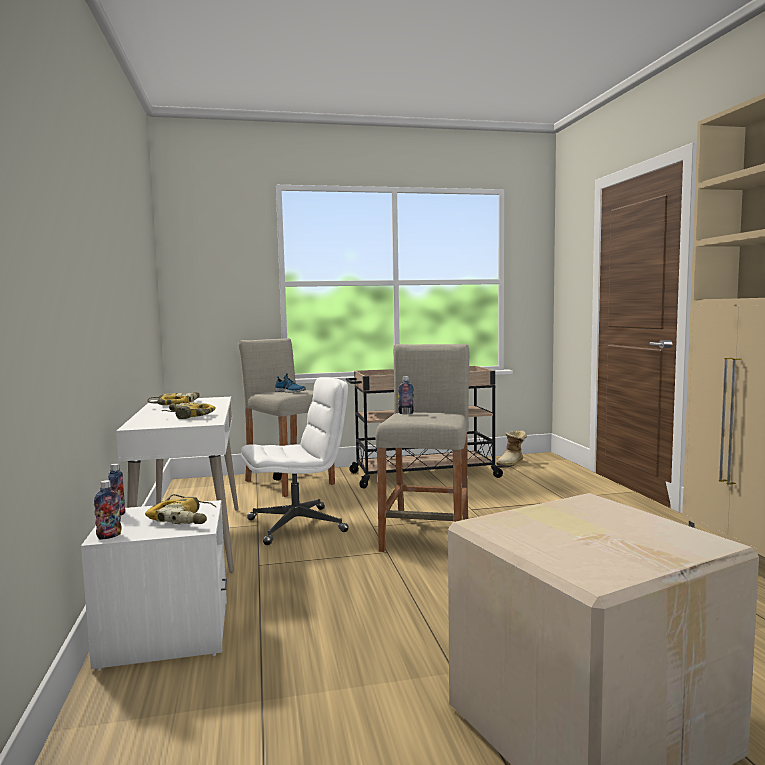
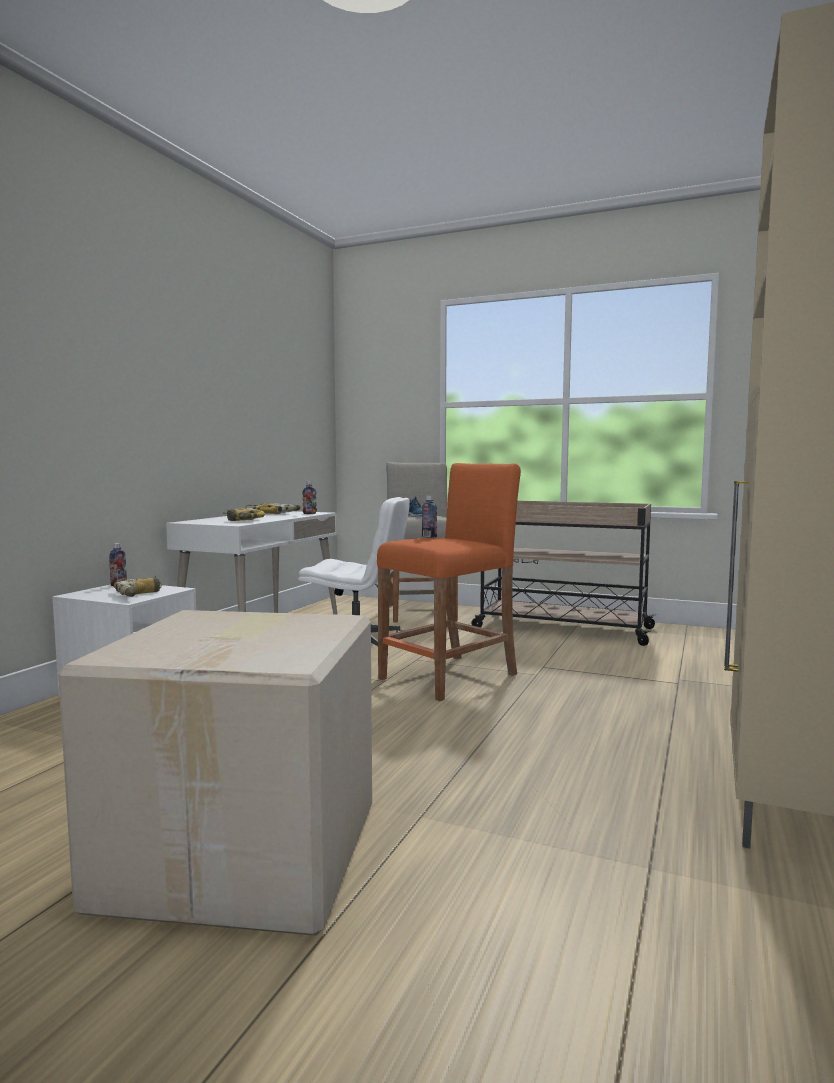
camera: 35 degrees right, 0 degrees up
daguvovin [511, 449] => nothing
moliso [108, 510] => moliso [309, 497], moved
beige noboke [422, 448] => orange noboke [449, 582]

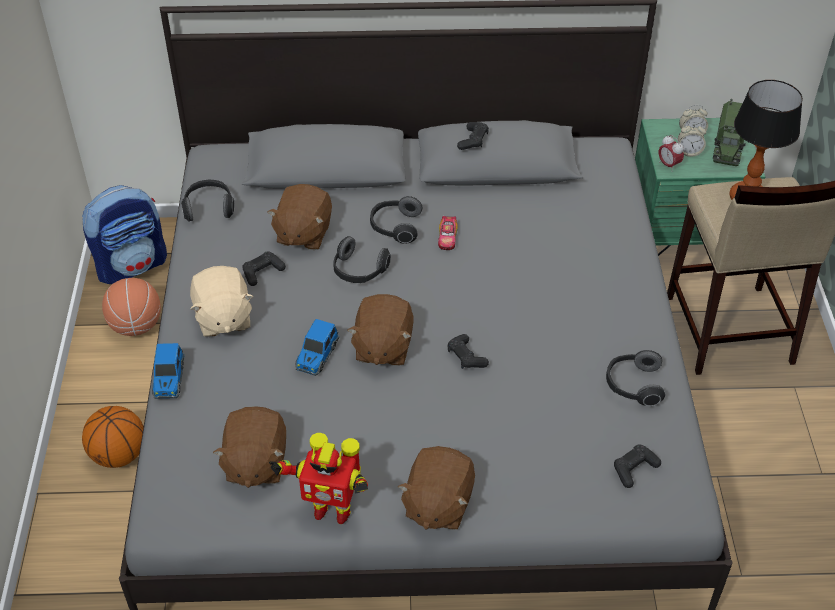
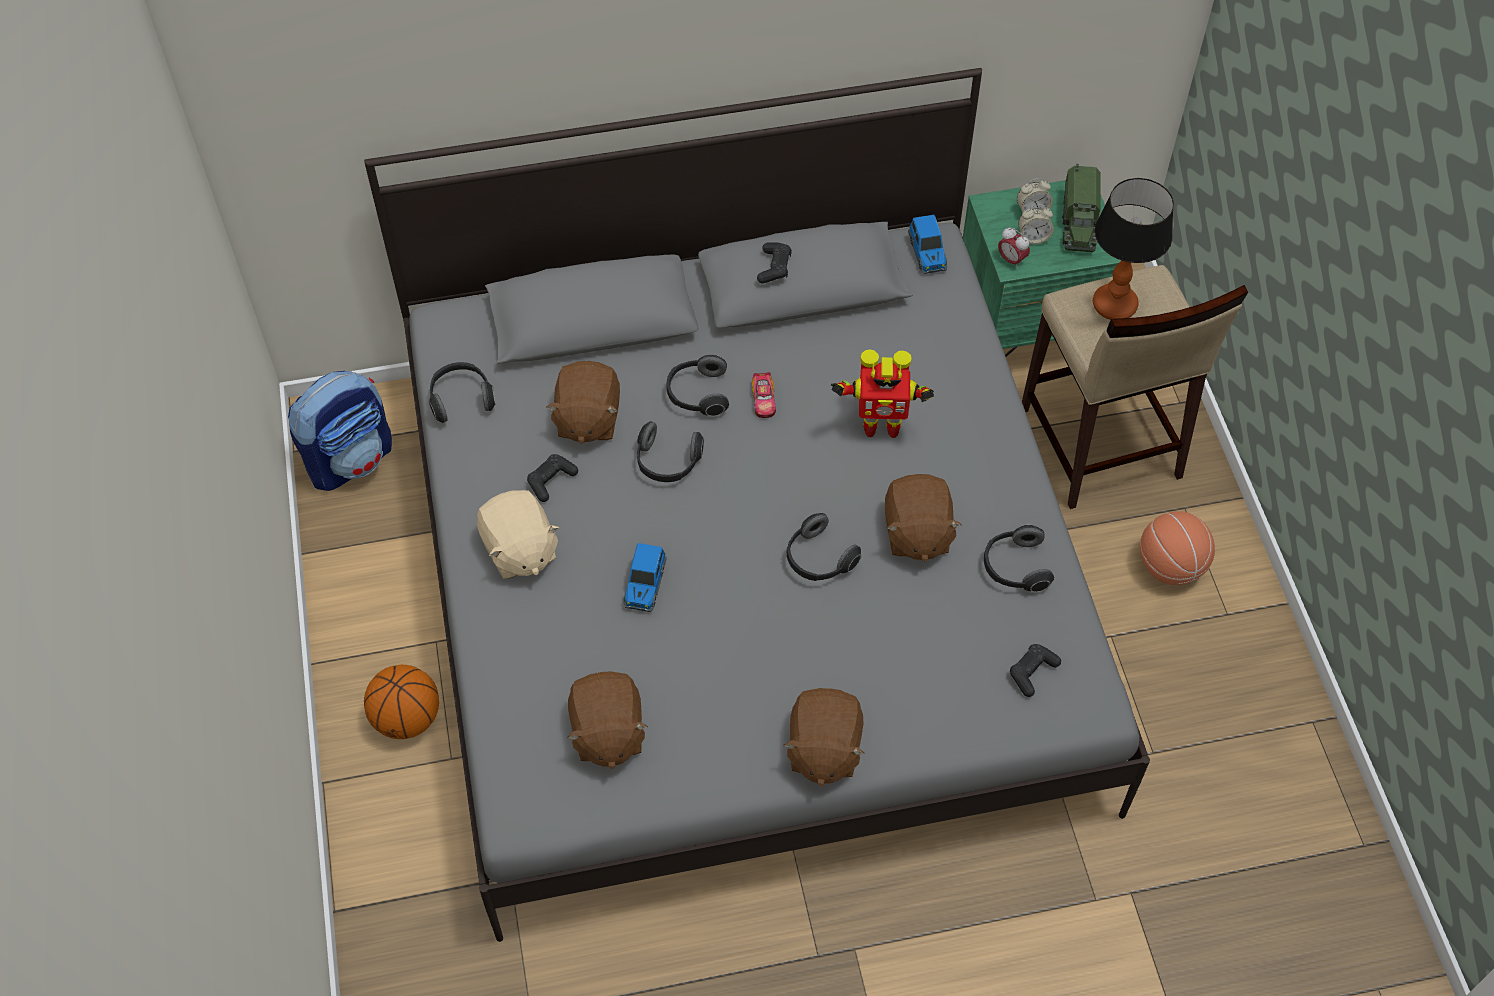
camera: 10 degrees left, 10 degrees up
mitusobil [131, 307] => mitusobil [1177, 548], moved
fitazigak [168, 371] => fitazigak [927, 244], moved
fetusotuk [318, 478] => fetusotuk [882, 394], moved
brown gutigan [380, 330] => brown gutigan [923, 518], moved
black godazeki [468, 351] => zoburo [824, 547]

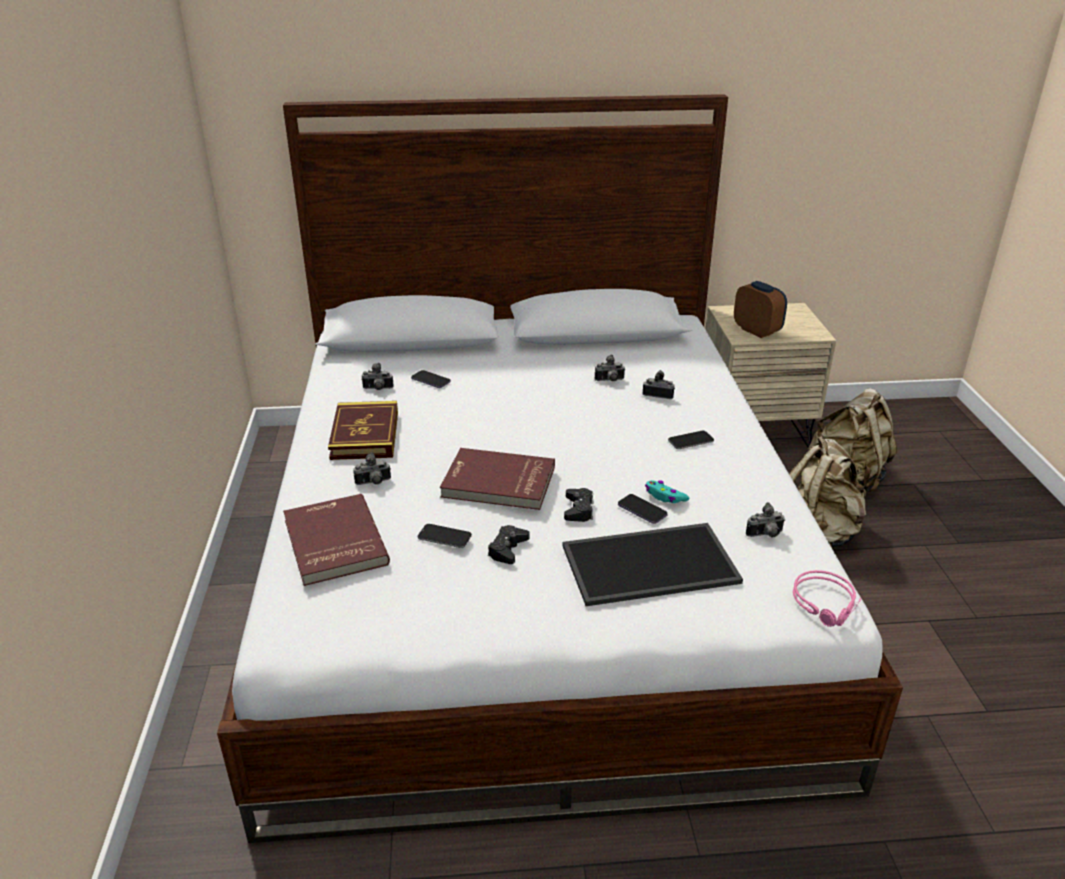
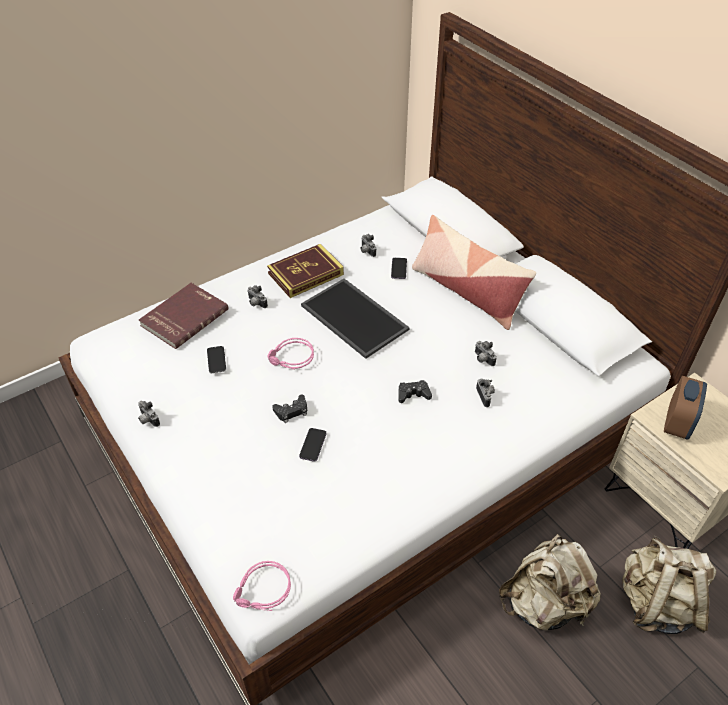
camera: 60 degrees right, 15 degrees up
turquoise godazeki [667, 491] => nothing
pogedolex [691, 440] => nothing
nothing => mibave [474, 272]
black godazeki [509, 544] => black godazeki [415, 391], moved
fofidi [652, 564] => fofidi [355, 318], moved
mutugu [765, 519] => mutugu [149, 414], moved
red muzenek [497, 479] => pink zoburo [291, 354]

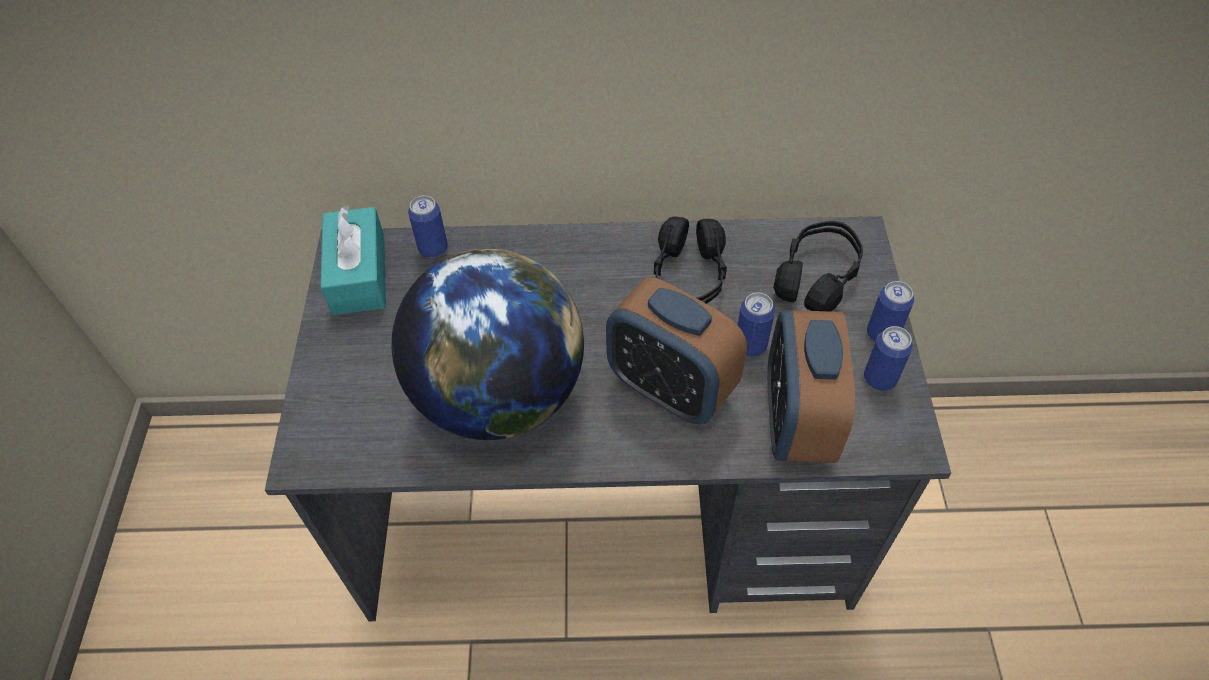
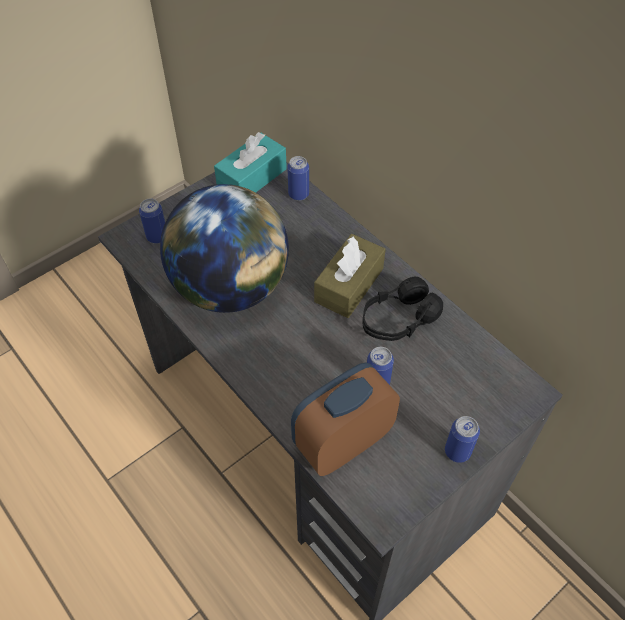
camera: 50 degrees right, 0 degrees up
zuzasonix [676, 351] => nothing
black zoburo [818, 266] => nothing
nothing => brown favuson [350, 276]
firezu [888, 358] => firezu [152, 221], moved

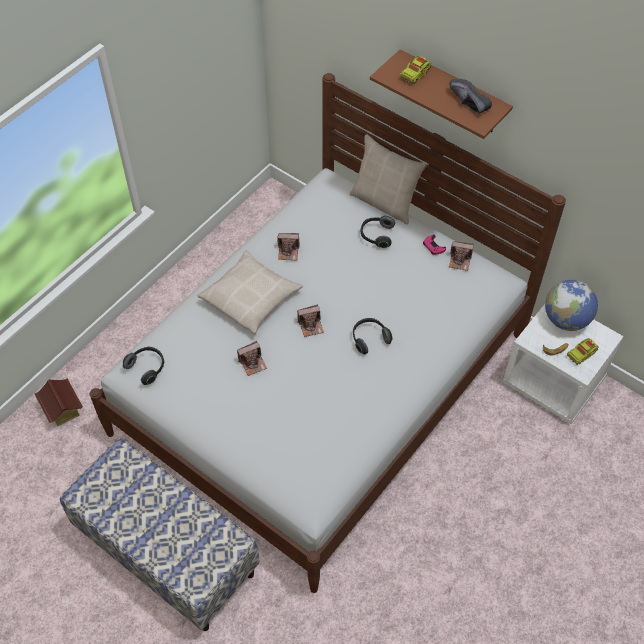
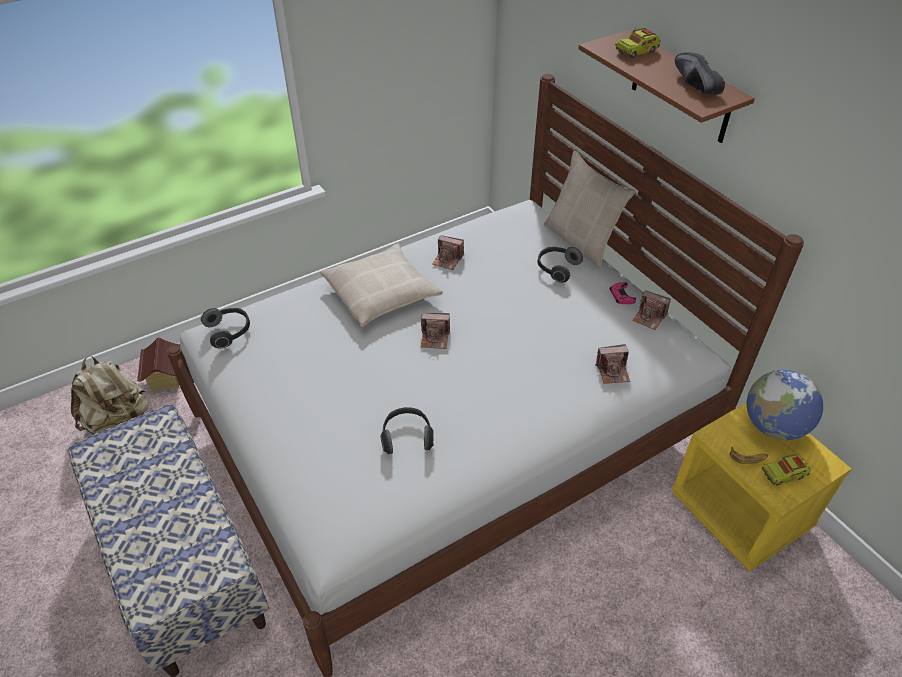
camera: 20 degrees right, 10 degrees down
nothing => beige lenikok [109, 395]
mutugu [252, 358] => mutugu [612, 364], moved
zoburo [373, 336] => zoburo [407, 430], moved
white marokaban [563, 364] => yellow marokaban [761, 487]

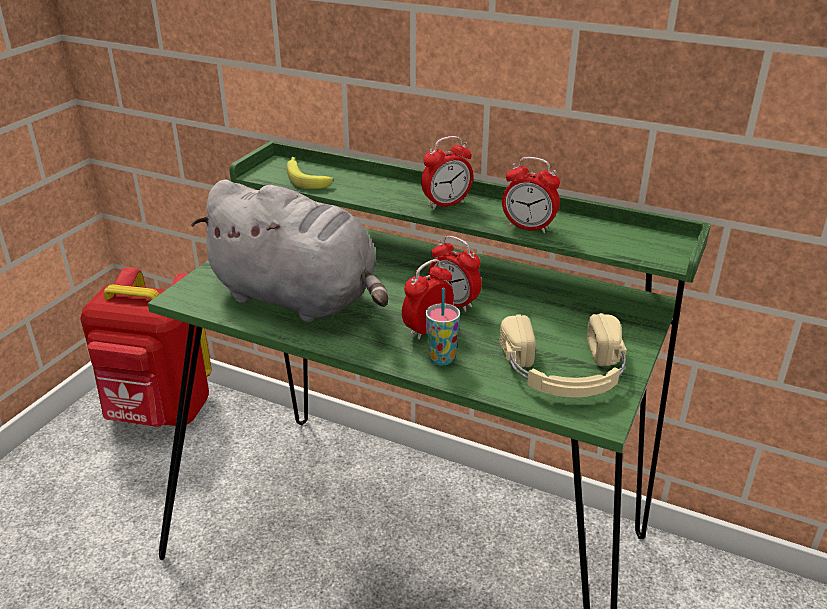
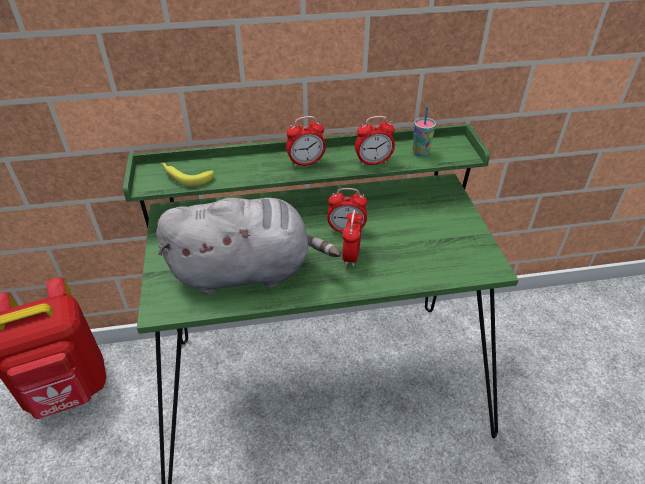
camera: 35 degrees left, 10 degrees up
beige zoburo [563, 355] => nothing
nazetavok [442, 326] => nazetavok [424, 131], moved
zuzasonix [447, 173] => zuzasonix [306, 141], 45 degrees clockwise

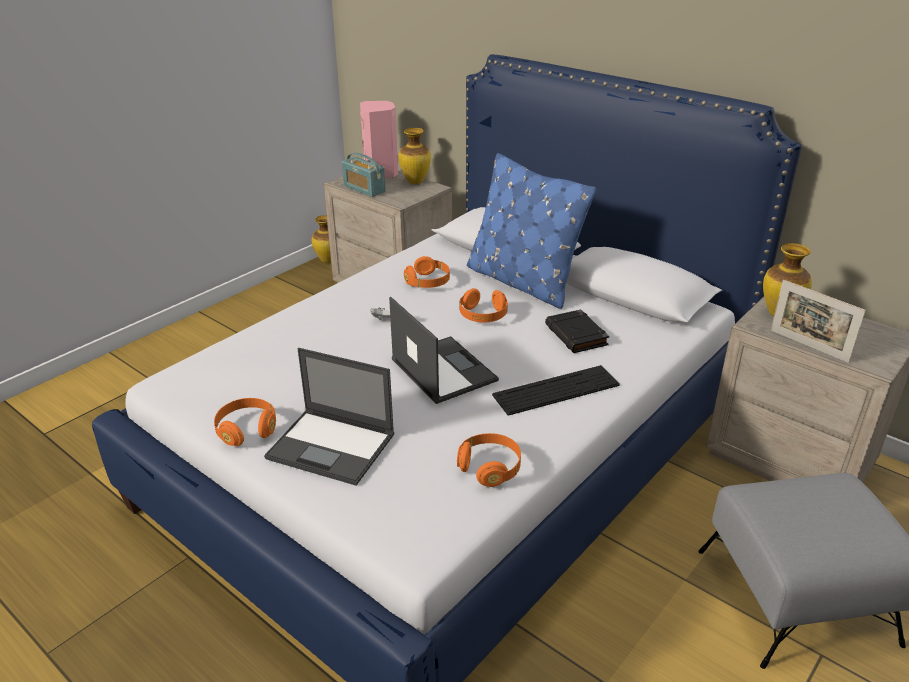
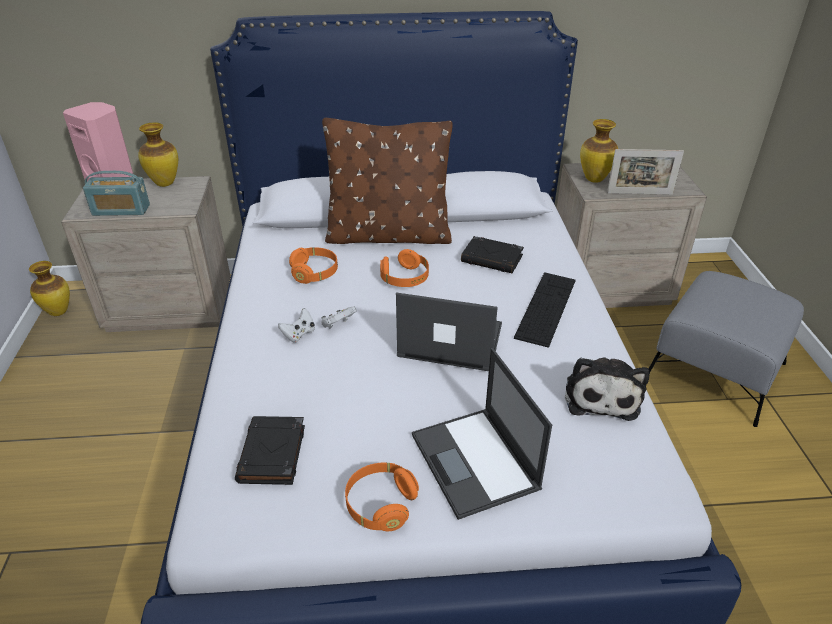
camera: 45 degrees left, 5 degrees up
nothing => black muzenek [270, 450]
nothing => white godazeki [296, 325]
orange zoburo [489, 460] => gutigan [607, 389]
blue mibave [532, 231] => brown mibave [387, 181]
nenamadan [329, 417] => nenamadan [482, 434], 90 degrees clockwise

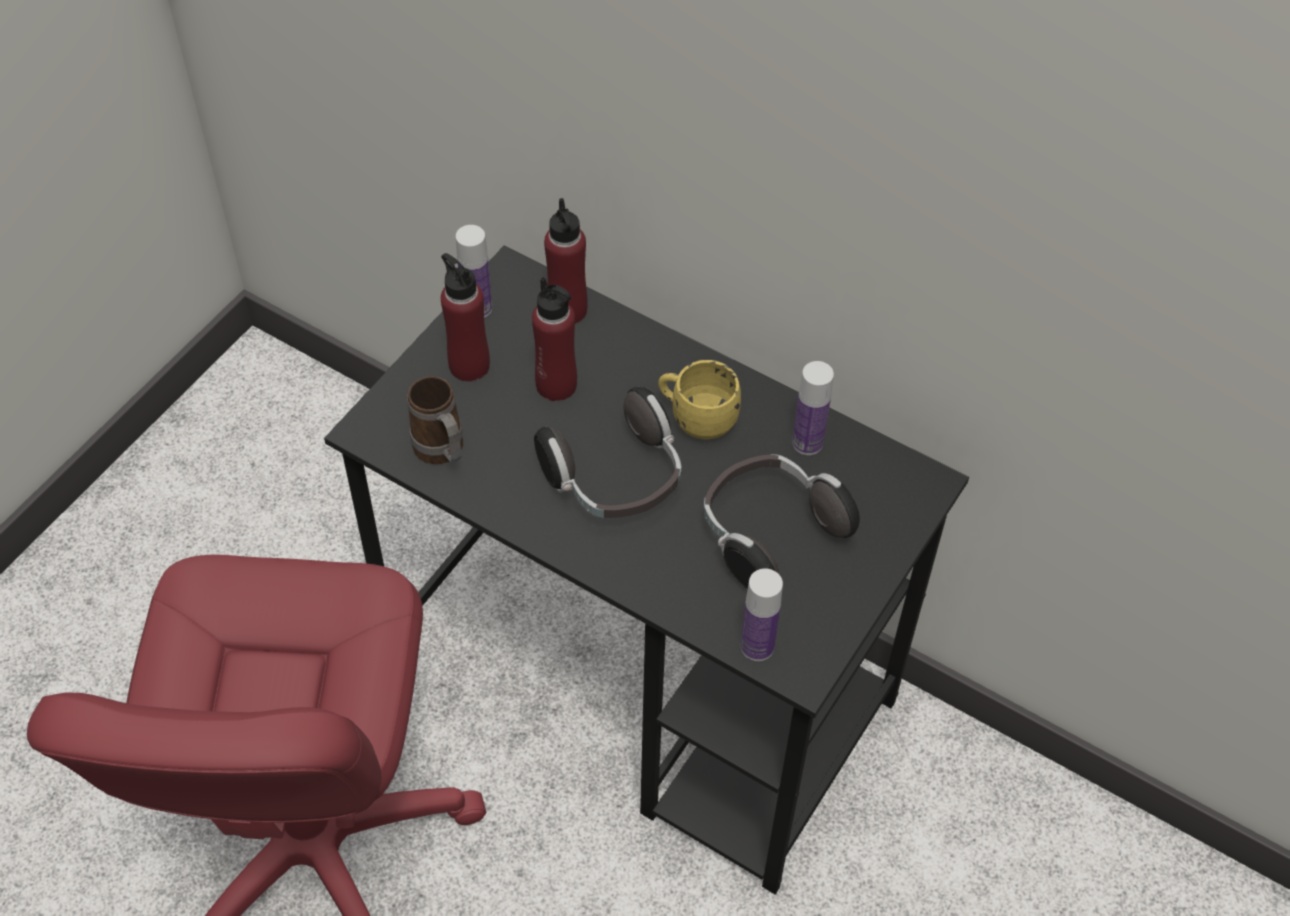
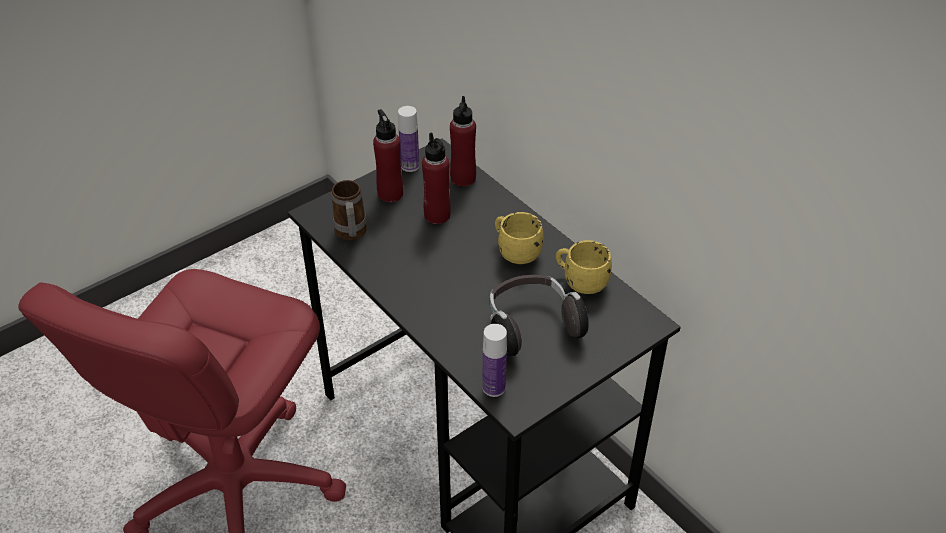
camera: 20 degrees right, 10 degrees down
zoburo [608, 452] => nothing
moliso [813, 408] => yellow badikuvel [584, 267]

